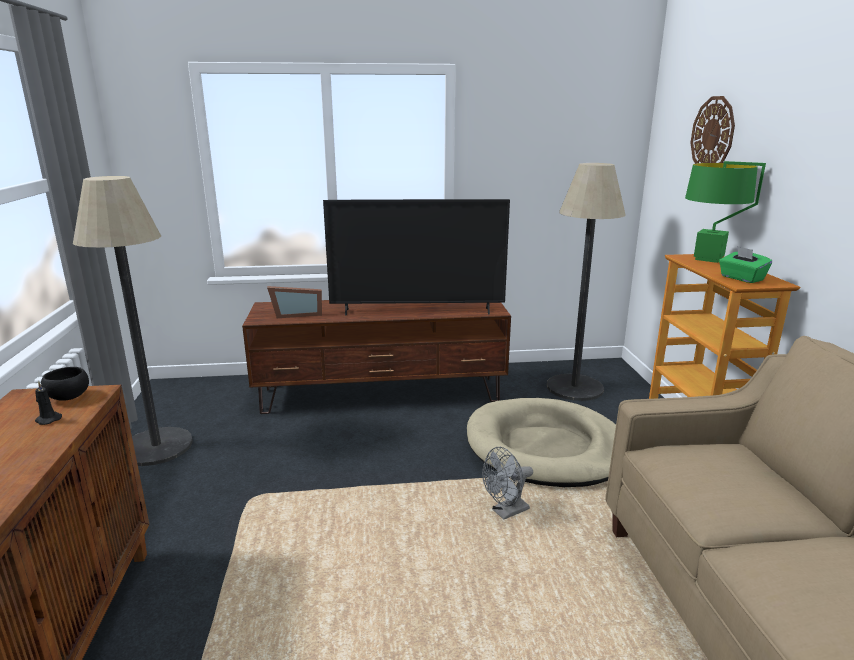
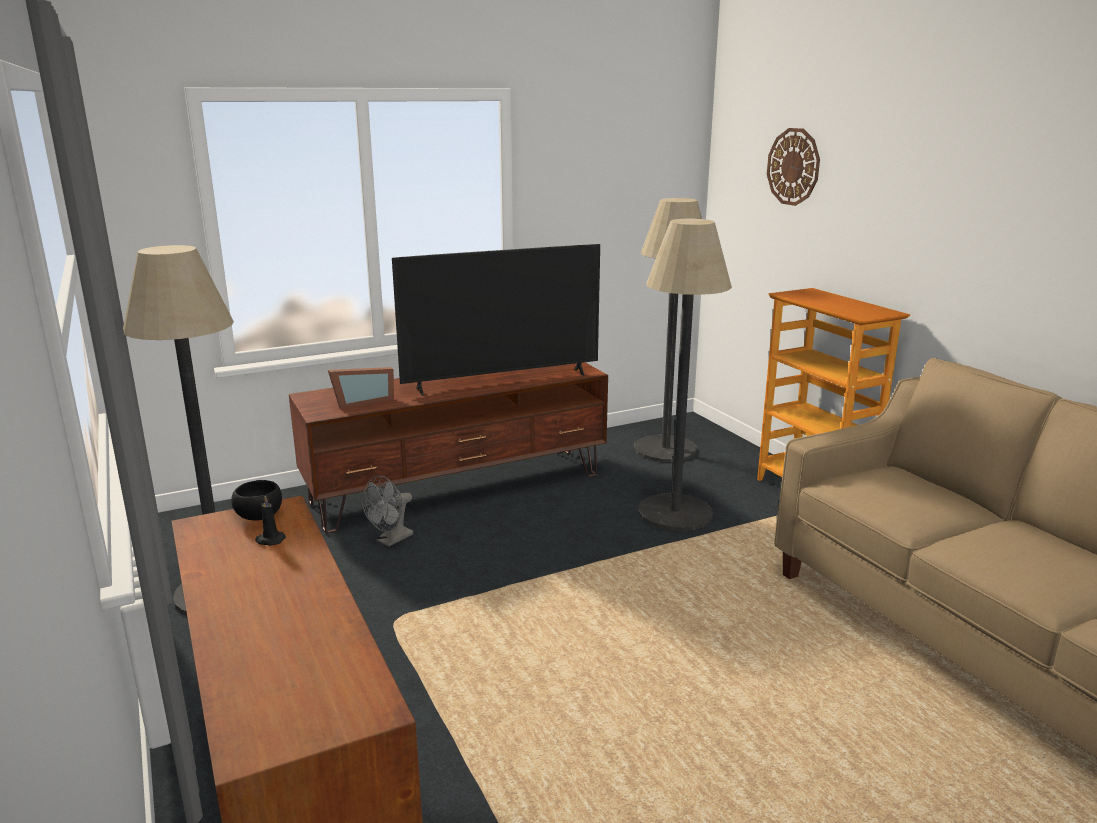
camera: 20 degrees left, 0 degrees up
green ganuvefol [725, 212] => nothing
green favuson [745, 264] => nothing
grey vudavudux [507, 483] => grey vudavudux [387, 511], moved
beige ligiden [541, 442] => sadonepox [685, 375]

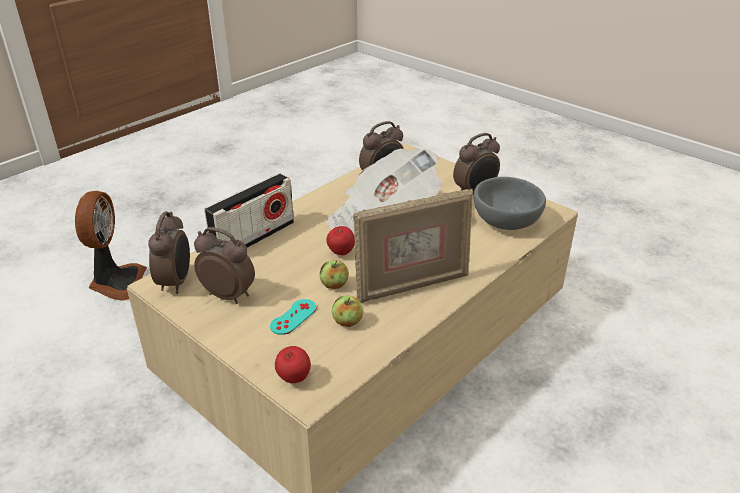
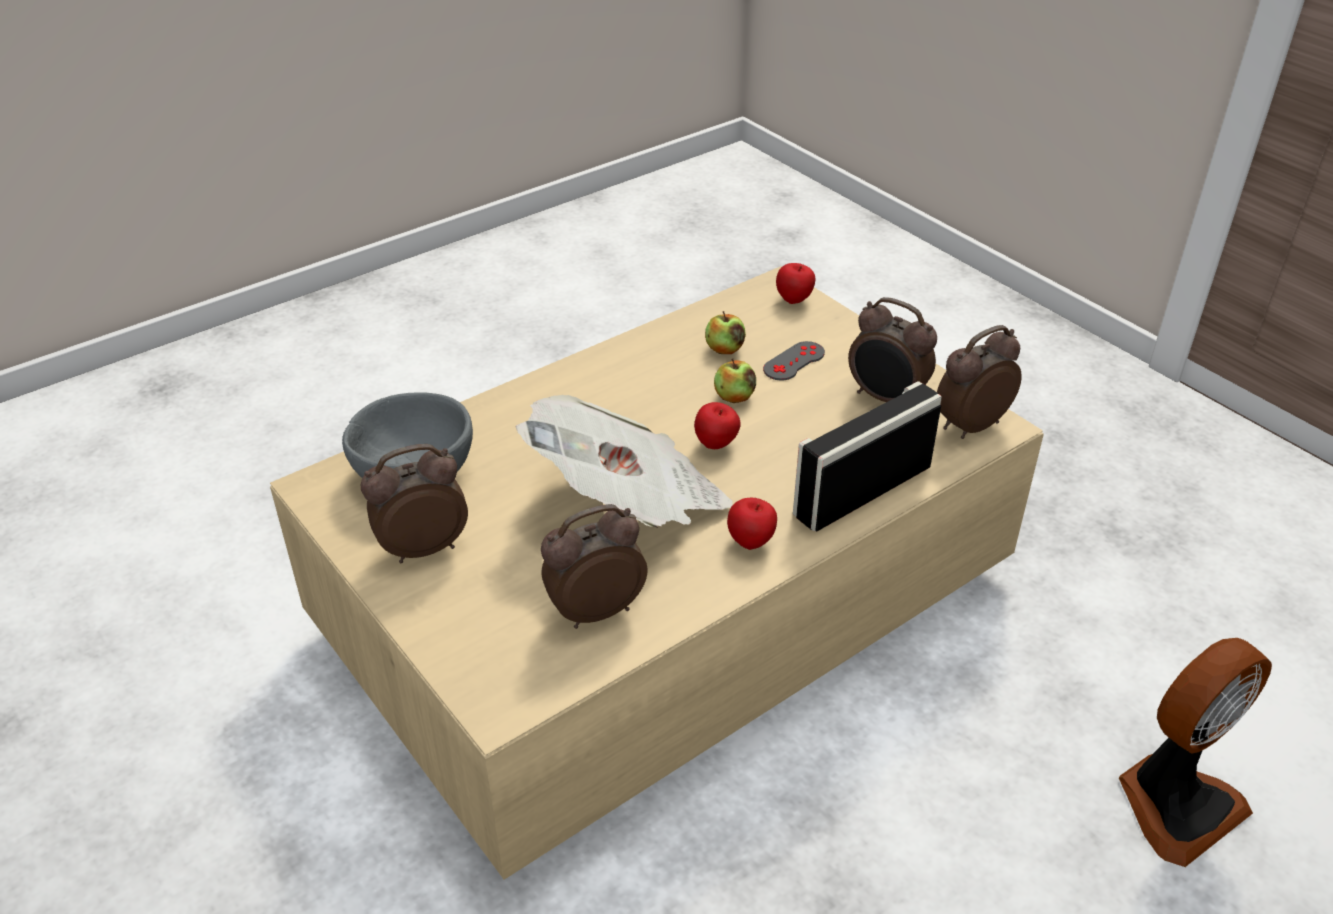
camera: 170 degrees left, 5 degrees up
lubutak [413, 246] => nothing
nothing => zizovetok [752, 524]
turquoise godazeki [293, 317] => grey godazeki [794, 361]
vudavudux [111, 246] => vudavudux [1195, 752], 135 degrees counterclockwise
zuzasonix [169, 253] => zuzasonix [979, 382], 45 degrees clockwise

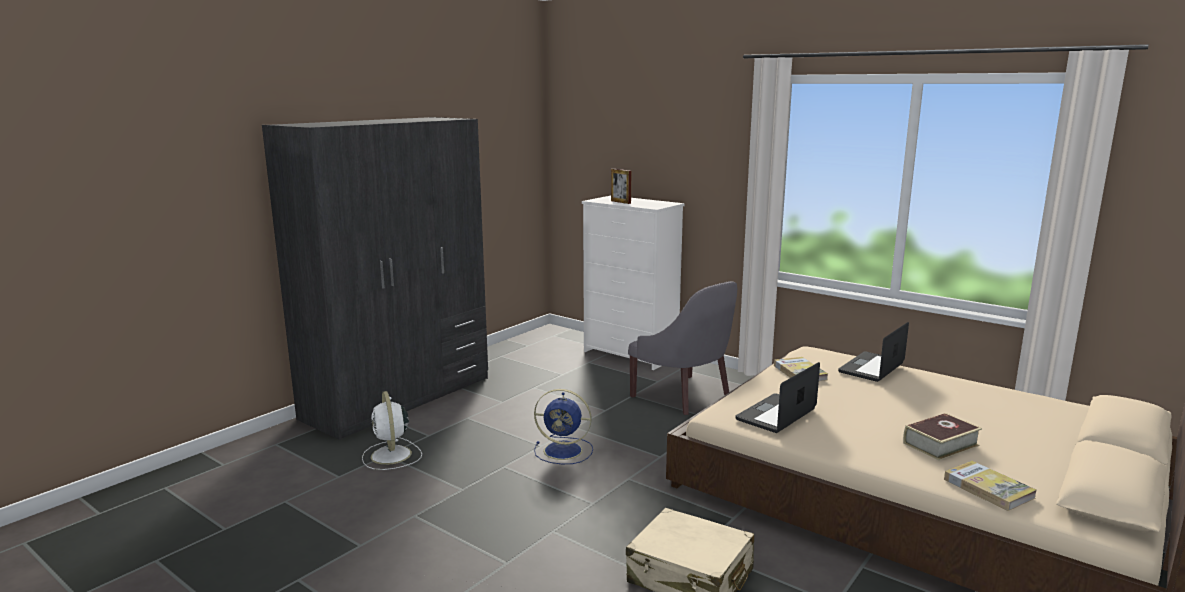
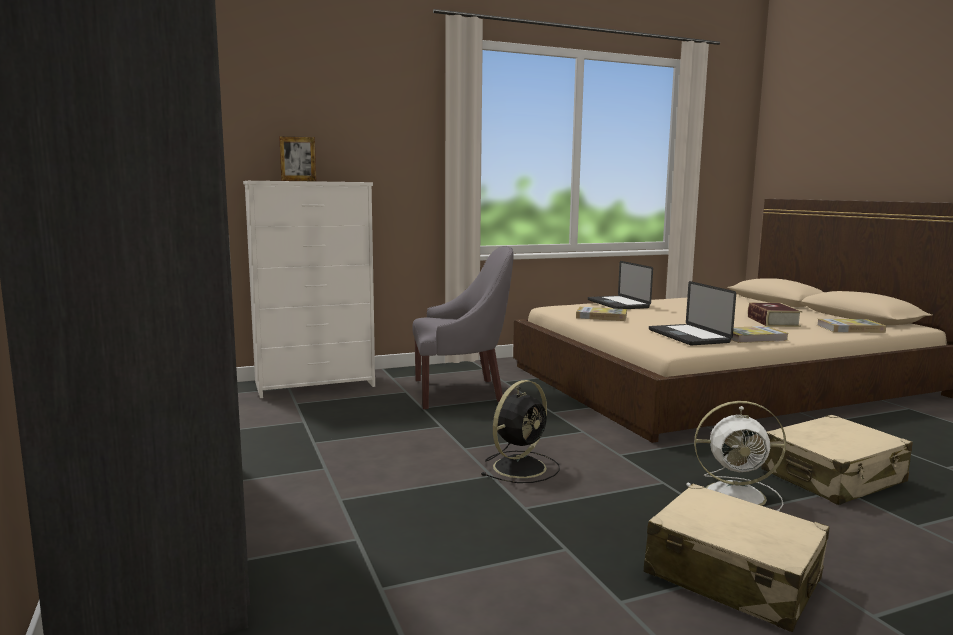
camera: 60 degrees left, 5 degrees down
nothing => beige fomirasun [736, 557]
nothing => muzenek [759, 334]
white vudavudux [392, 430] => white vudavudux [736, 456], moved
blue vudavudux [563, 426] => black vudavudux [520, 431]

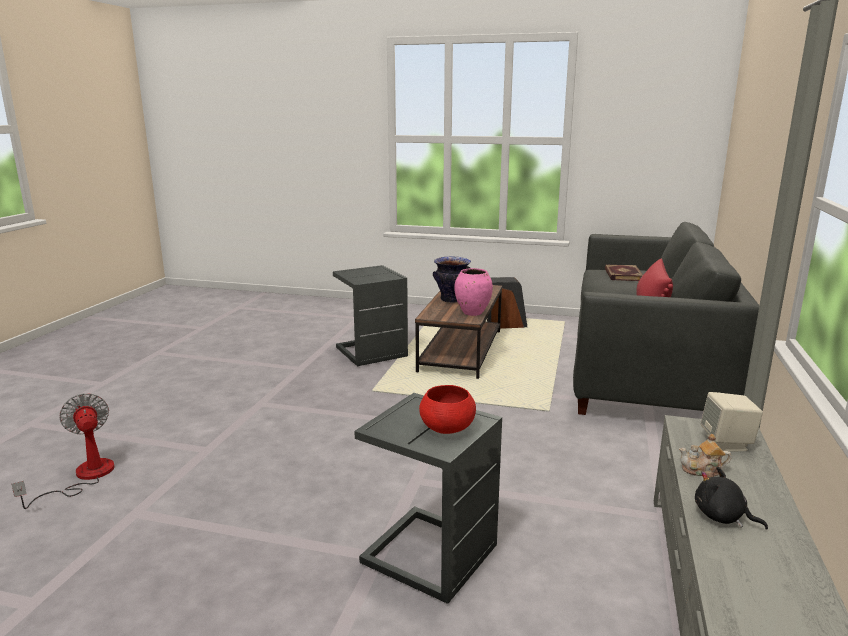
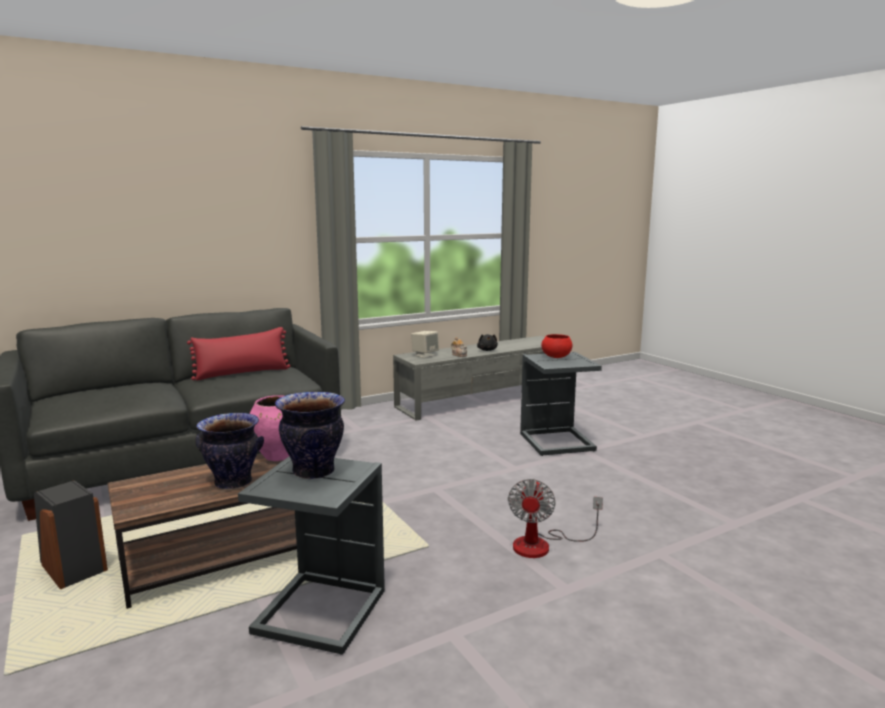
camera: 135 degrees left, 5 degrees down
muzenek [624, 272] => nothing
nothing => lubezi [310, 435]
vudavudux [63, 451] => vudavudux [555, 518], moved

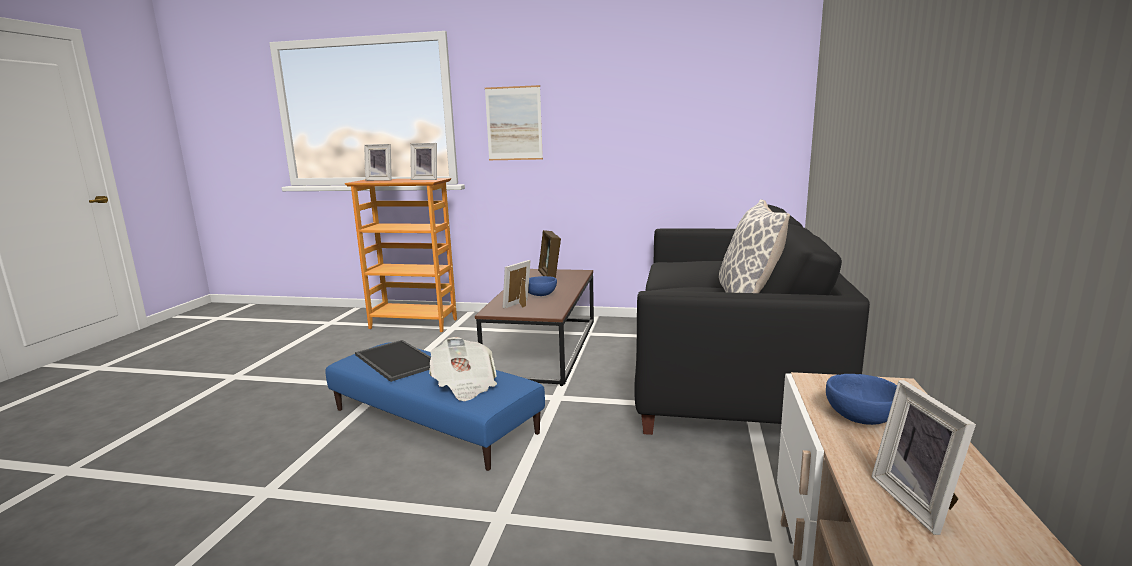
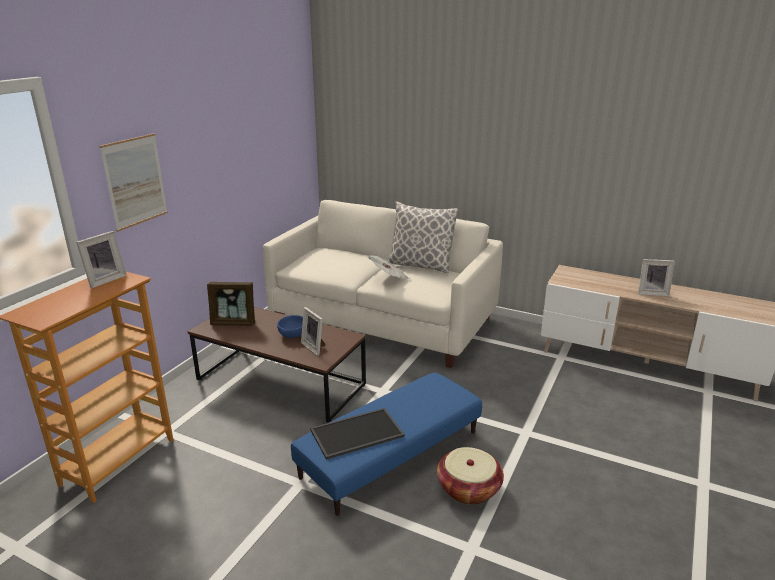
camera: 75 degrees left, 10 degrees up
lubutak [378, 162] => nothing
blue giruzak [861, 399] => nothing
nothing => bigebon [470, 476]
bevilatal [463, 369] => bevilatal [388, 267], moved
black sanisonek [752, 319] => white sanisonek [383, 284]

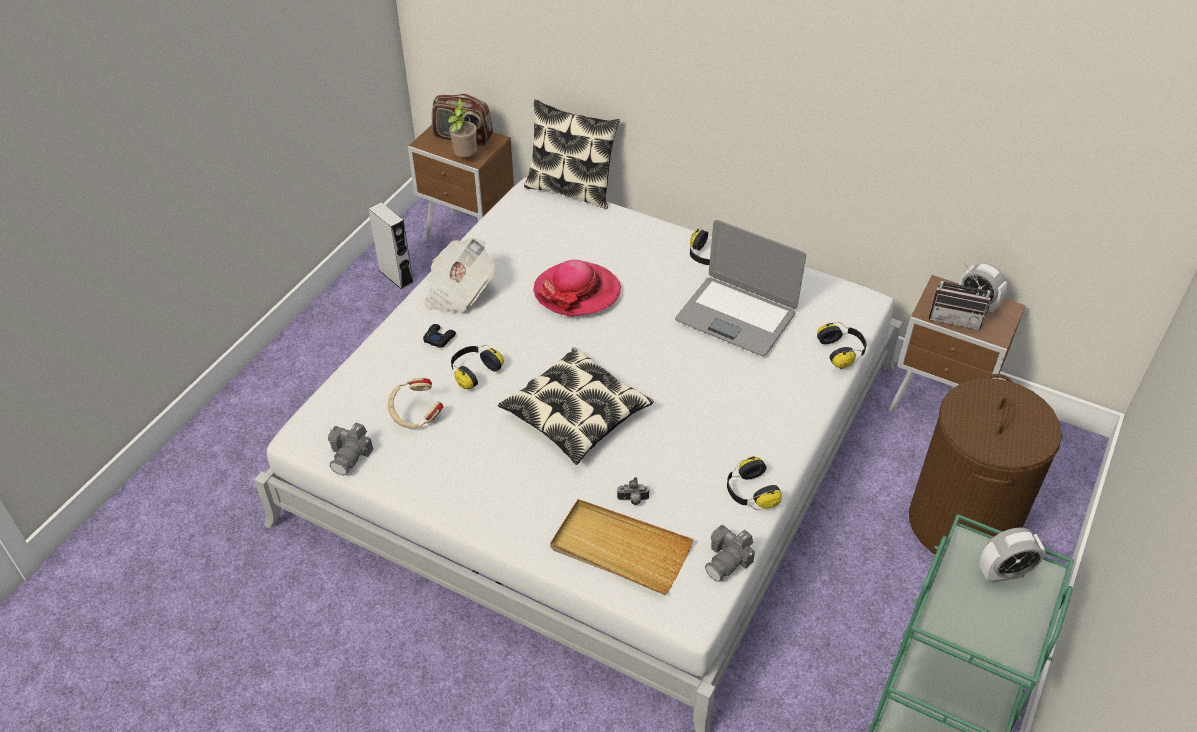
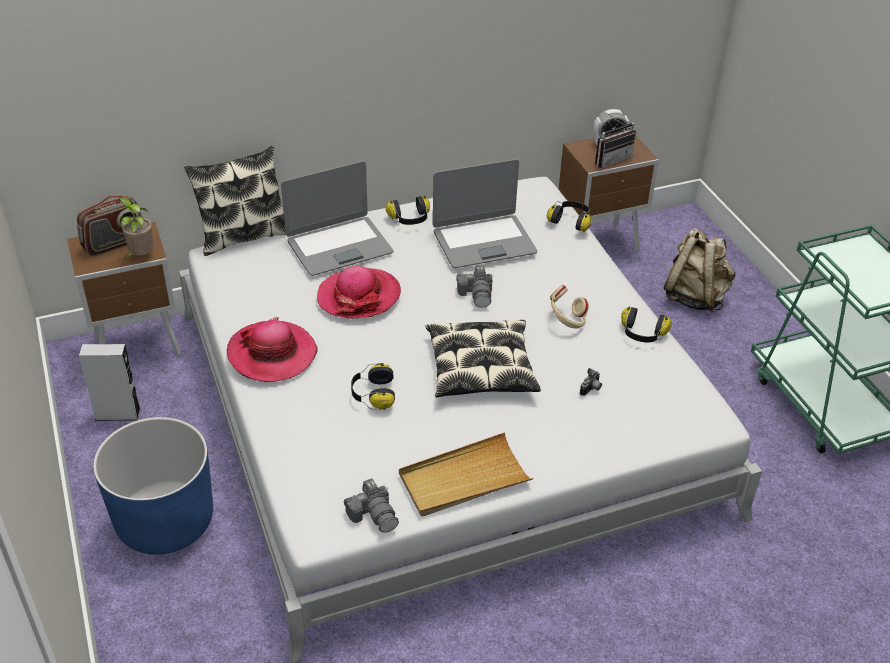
camera: 50 degrees left, 5 degrees down
black godazeki [439, 336] => nothing
zuzasonix [1012, 555] => nothing
nothing => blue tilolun [153, 486]
nothing => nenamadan [337, 218]
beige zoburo [415, 403] => beige zoburo [569, 306], moved
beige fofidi [621, 547] => beige fofidi [466, 474], moved
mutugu [730, 553] => mutugu [475, 286], moved
bevilatal [459, 275] => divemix [272, 349]
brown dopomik [985, 464] => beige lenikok [700, 270]

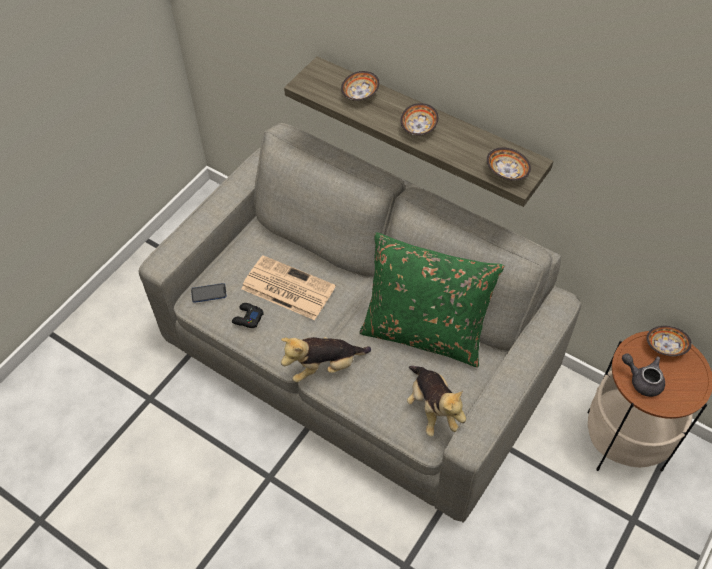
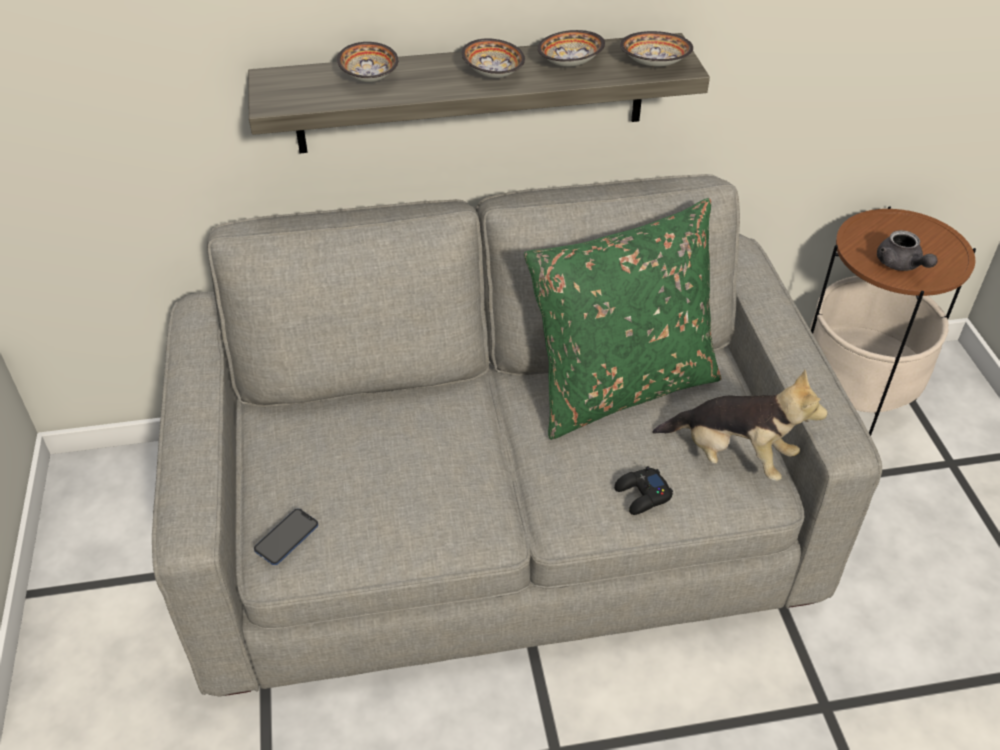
camera: 45 degrees left, 10 degrees down
bevilatal [288, 287] => nothing
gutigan [326, 359] => nothing
black godazeki [248, 315] => black godazeki [643, 490], moved
giruzak [669, 341] => giruzak [571, 48], moved
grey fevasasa [643, 375] => grey fevasasa [907, 250], 105 degrees counterclockwise

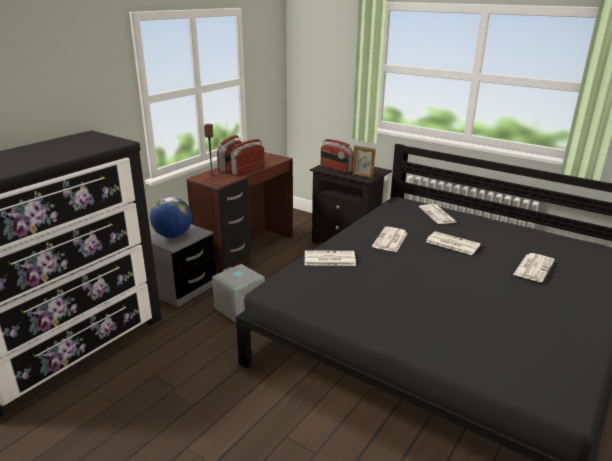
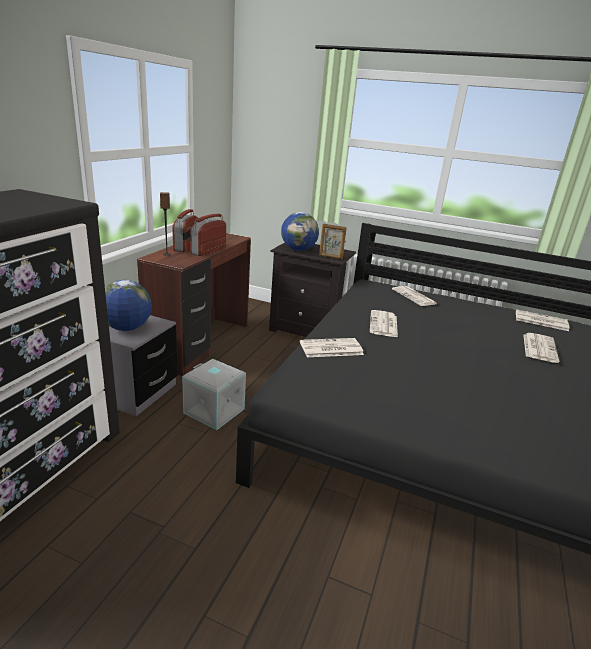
camera: 15 degrees left, 0 degrees up
bevilatal [453, 243] => bevilatal [542, 320], moved
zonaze [337, 156] => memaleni [300, 231]

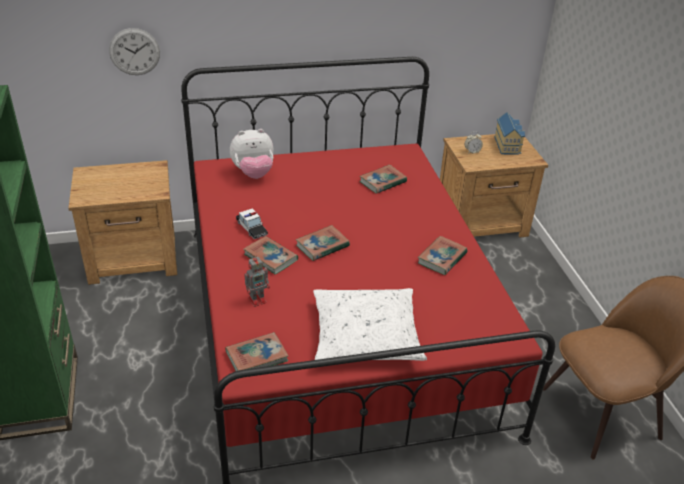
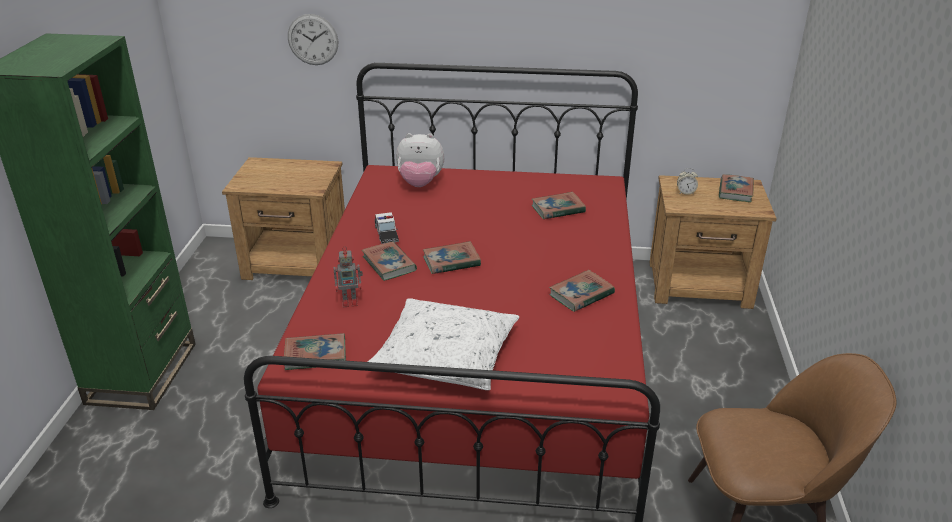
camera: 20 degrees right, 5 degrees down
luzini [509, 133] => muzenek [736, 188]

